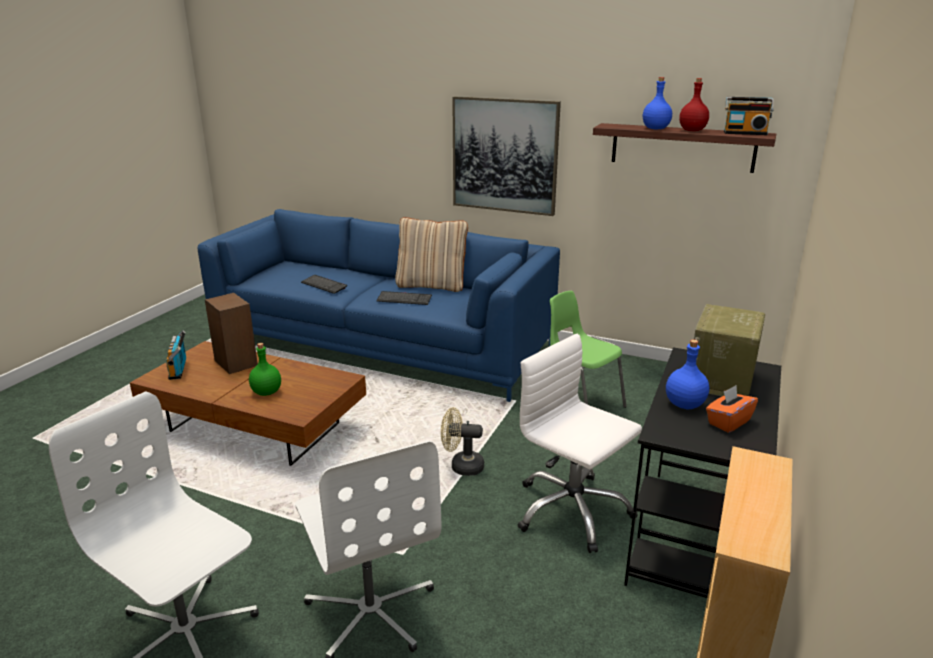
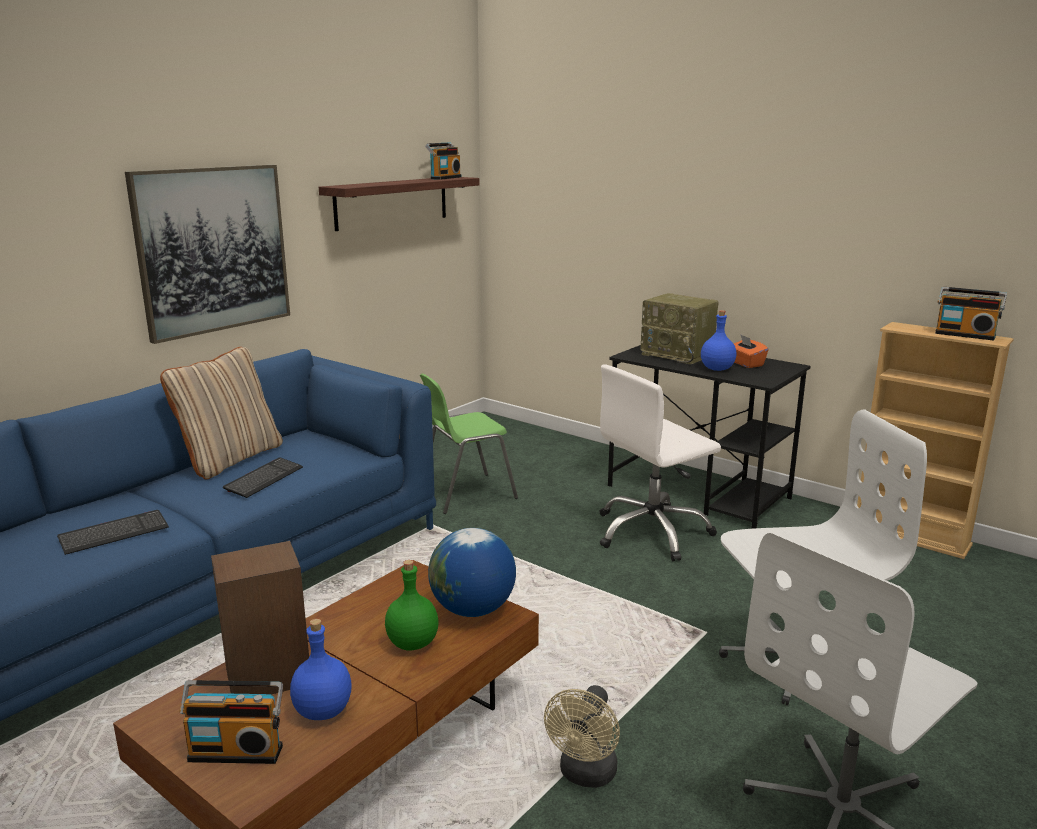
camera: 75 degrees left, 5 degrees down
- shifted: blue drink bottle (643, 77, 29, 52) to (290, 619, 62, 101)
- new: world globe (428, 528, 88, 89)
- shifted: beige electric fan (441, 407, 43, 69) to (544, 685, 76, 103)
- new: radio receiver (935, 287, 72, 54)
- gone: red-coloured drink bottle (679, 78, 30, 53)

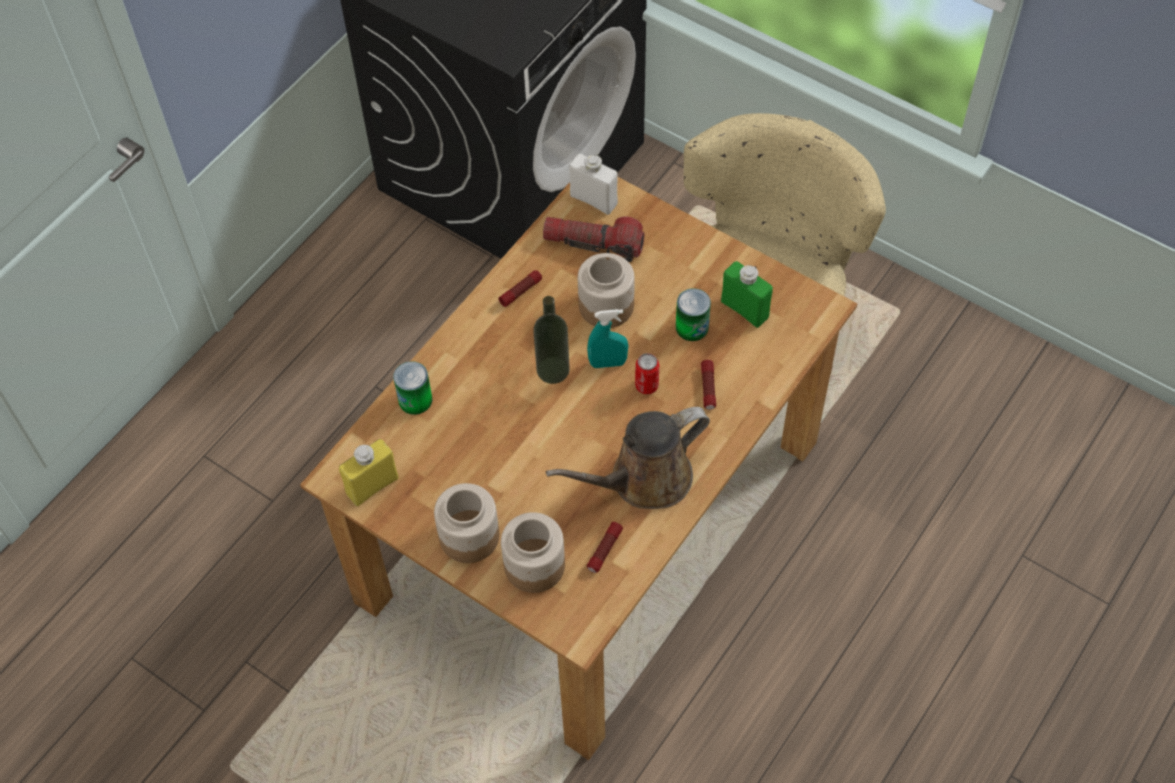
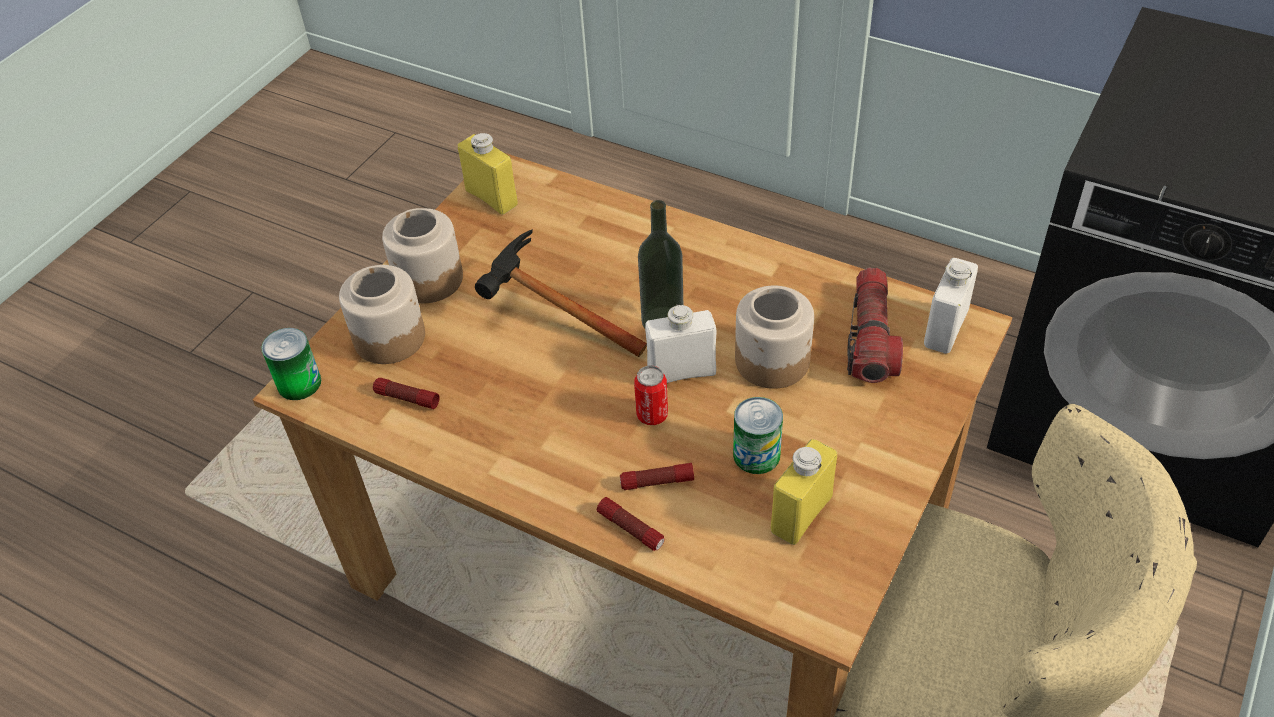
camera: 85 degrees right, 10 degrees down
- shifted: sealed can (393, 361, 39, 54) to (261, 328, 60, 72)
- new: tool hammer (475, 229, 172, 128)
- shifted: hand torch (498, 270, 44, 37) to (597, 497, 68, 54)
- swapped: turquoise hand sprayer (587, 309, 41, 59) to white-coloured drink bottle (645, 304, 71, 79)
- repainted: green drink bottle (721, 261, 52, 67) to yellow drink bottle (771, 439, 66, 106)
- gone: brownish sprinkling can (546, 407, 164, 102)

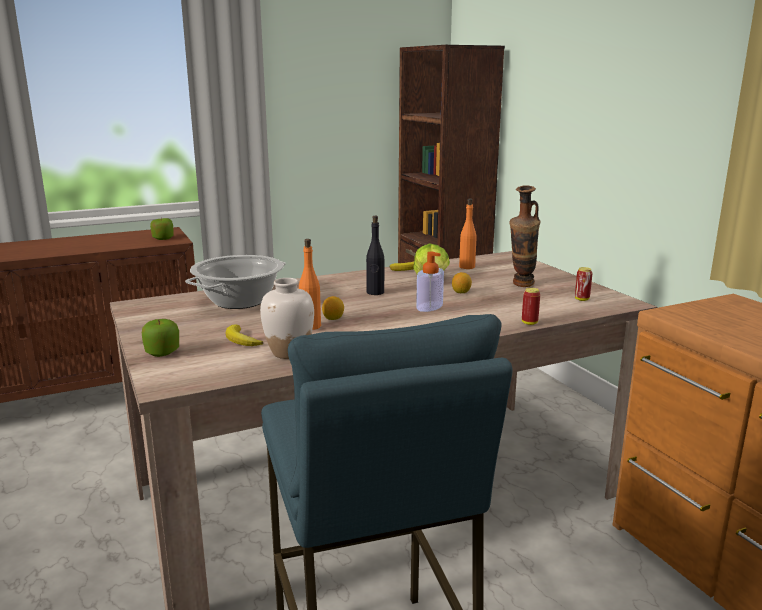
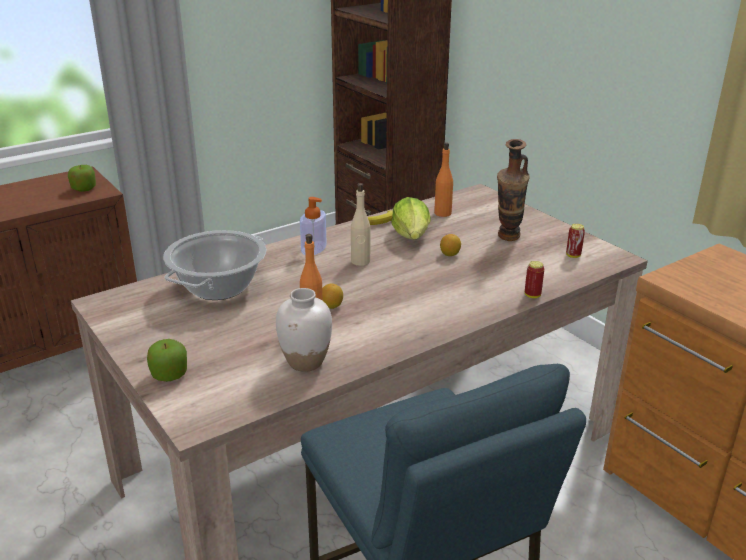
camera: 10 degrees left, 10 degrees up
- shifted: soap bottle (416, 252, 28, 60) to (300, 197, 27, 58)
- repainted: blackish drink bottle (366, 216, 18, 79) to beige drink bottle (351, 183, 19, 83)
- gone: whole banana (225, 324, 38, 22)

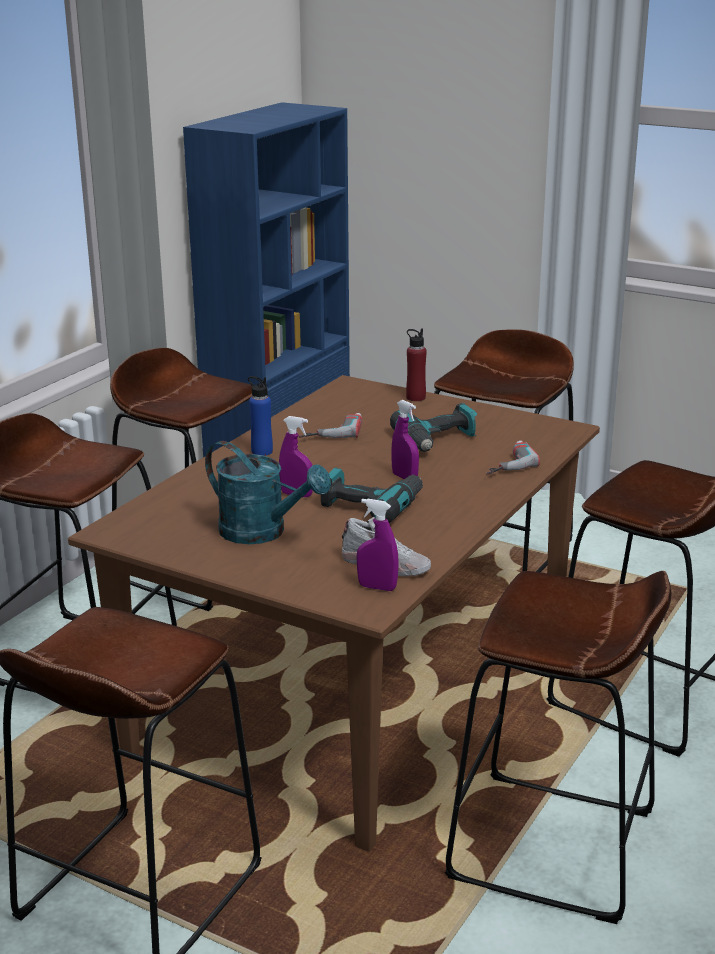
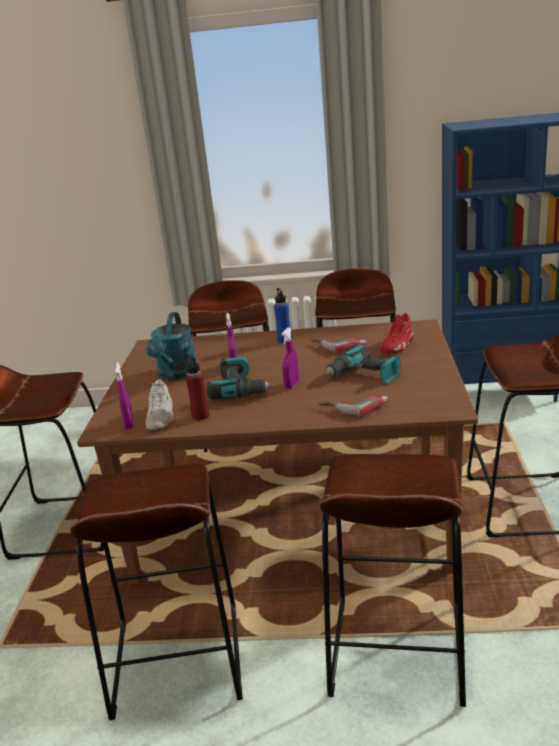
camera: 65 degrees right, 0 degrees up
- shifted: red-coloured drink bottle (406, 328, 21, 73) to (185, 355, 24, 65)
- new: red-coloured shoe (380, 313, 34, 40)

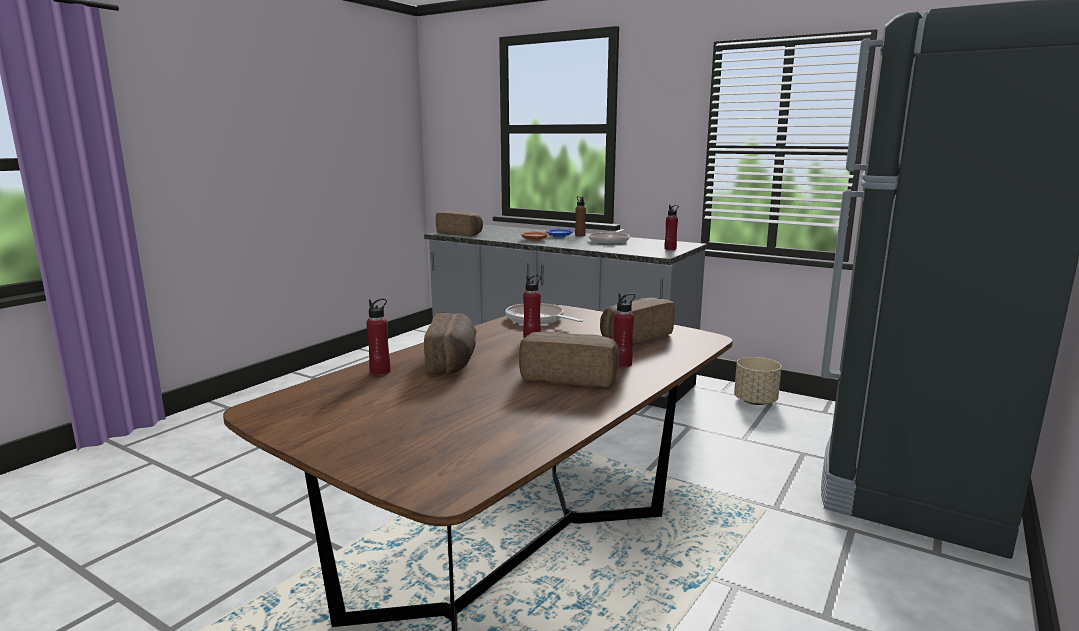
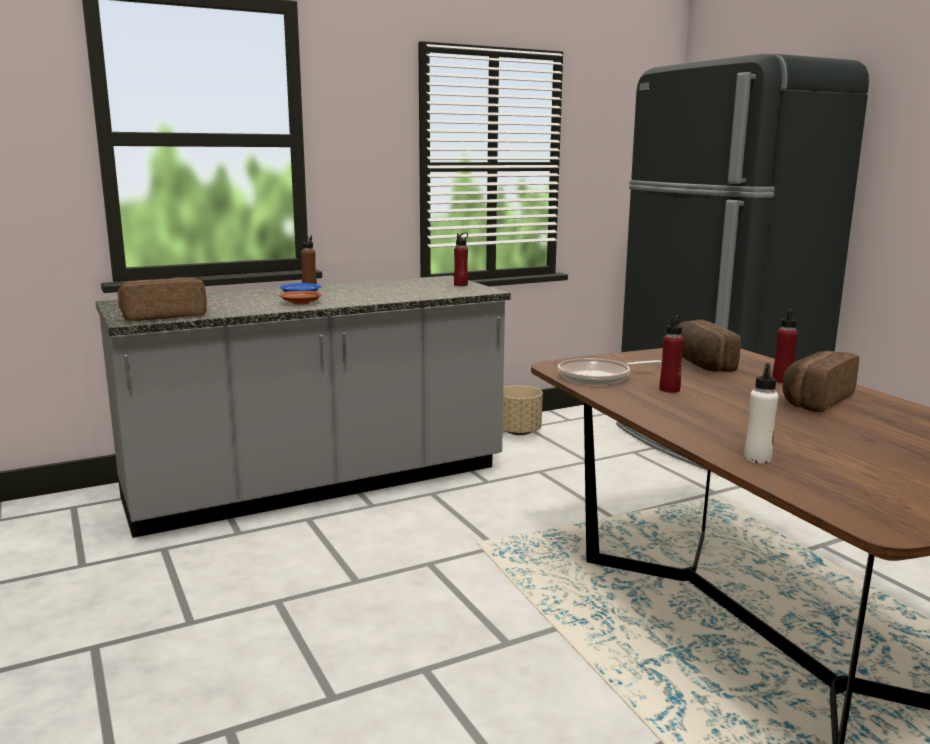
camera: 60 degrees left, 0 degrees up
- repainted: red-coloured drink bottle (366, 298, 25, 77) to white-coloured drink bottle (744, 363, 35, 100)
- gone: baked bread (424, 313, 53, 62)
- gone: pan (589, 229, 41, 15)

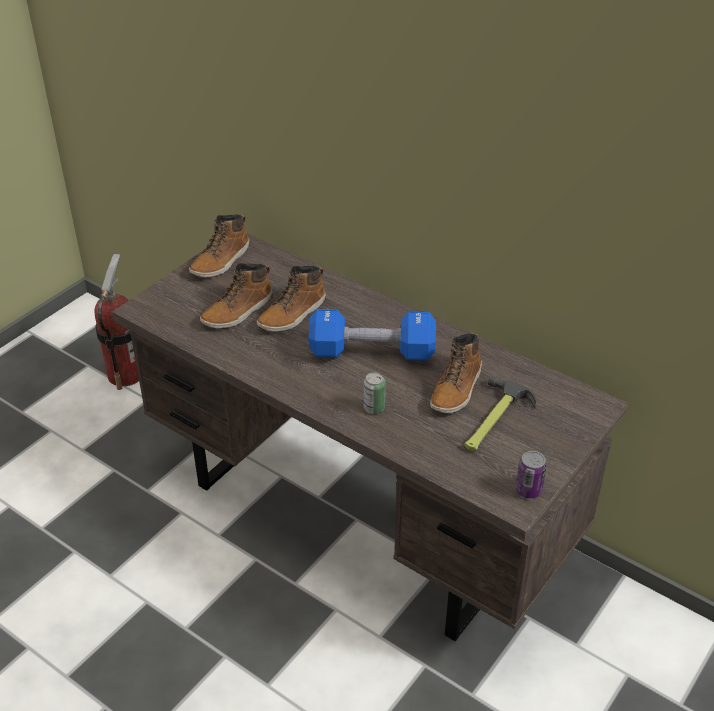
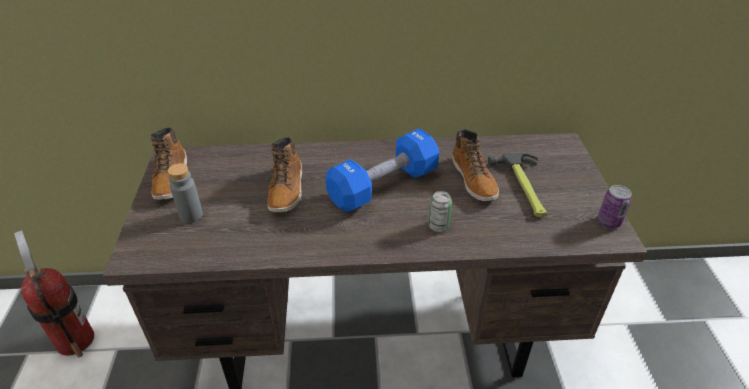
camera: 40 degrees left, 0 degrees up
- new: grey drink bottle (167, 163, 36, 60)
- gone: high-top boot (200, 263, 73, 66)

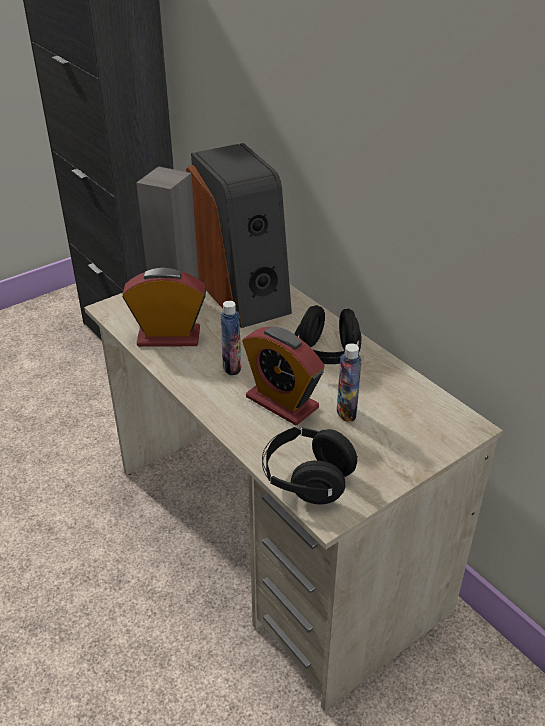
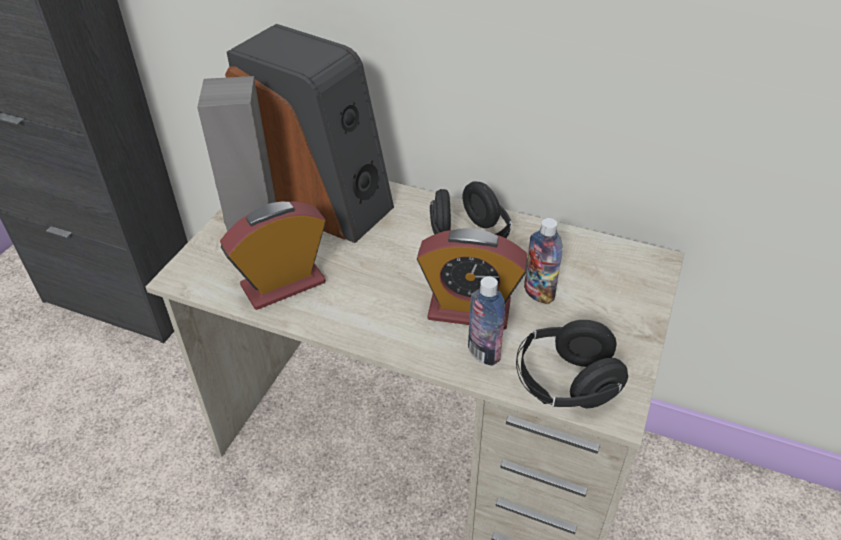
camera: 30 degrees left, 5 degrees up
- shifted: drink bottle (220, 301, 21, 75) to (468, 276, 37, 90)

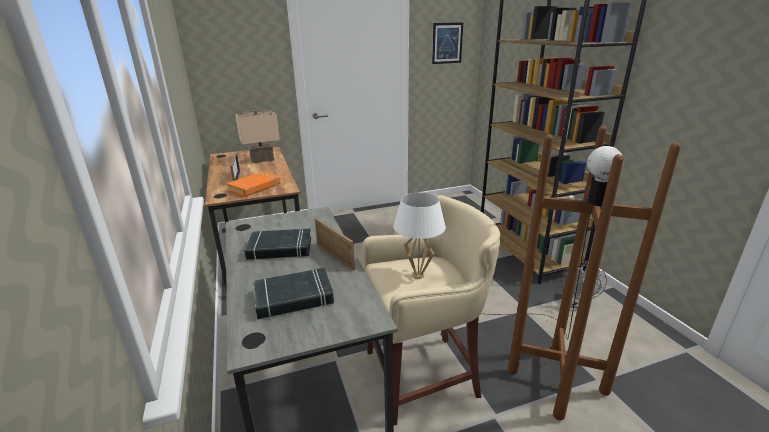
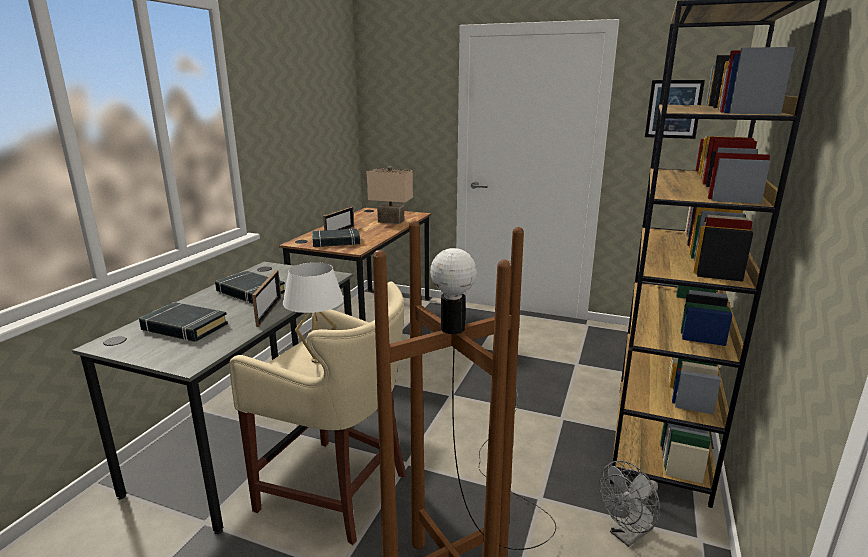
camera: 40 degrees right, 5 degrees down
- repainted: orangey bound book (226, 171, 55, 26) to blackish bound book (312, 229, 48, 18)

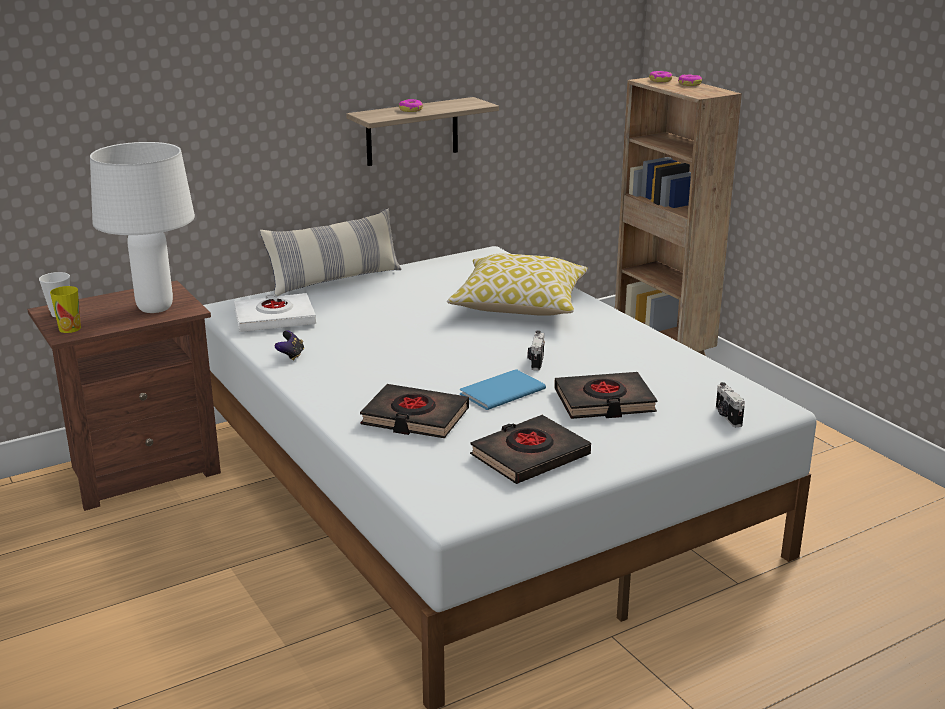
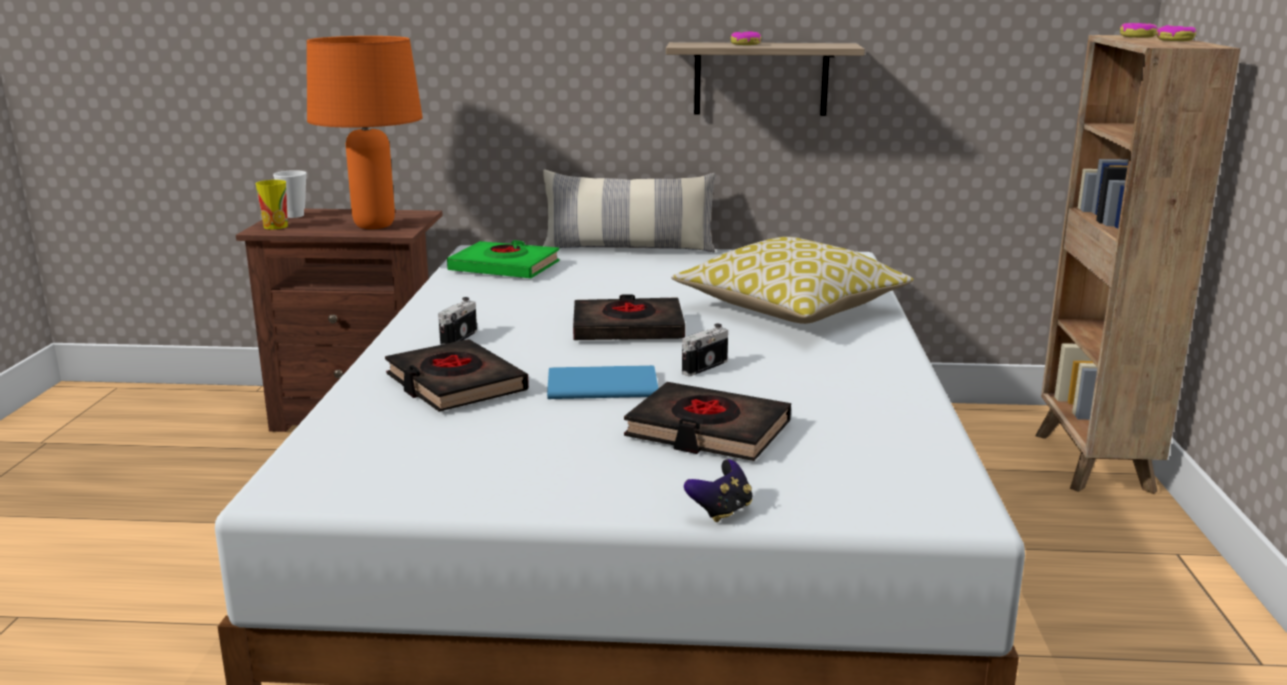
camera: 35 degrees right, 5 degrees down
- repainted: white-coloured tabletop lamp (90, 142, 105, 171) to orangey tabletop lamp (307, 36, 116, 193)
- shifted: still camera (716, 382, 29, 45) to (438, 297, 39, 48)
- repainted: white-coloured bound book (234, 293, 82, 39) to green bound book (447, 240, 112, 38)
- shifted: blackish bound book (470, 415, 121, 69) to (573, 294, 112, 46)
- shifted: game controller (275, 331, 29, 29) to (684, 459, 68, 63)

